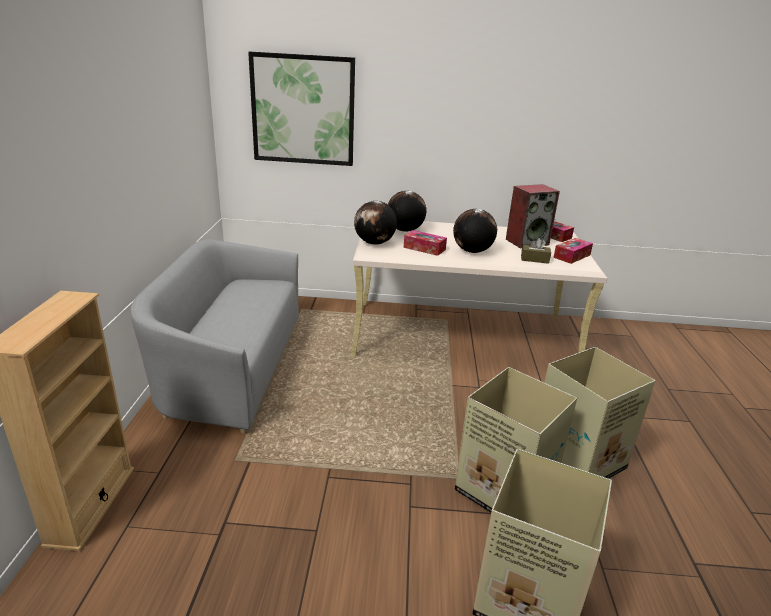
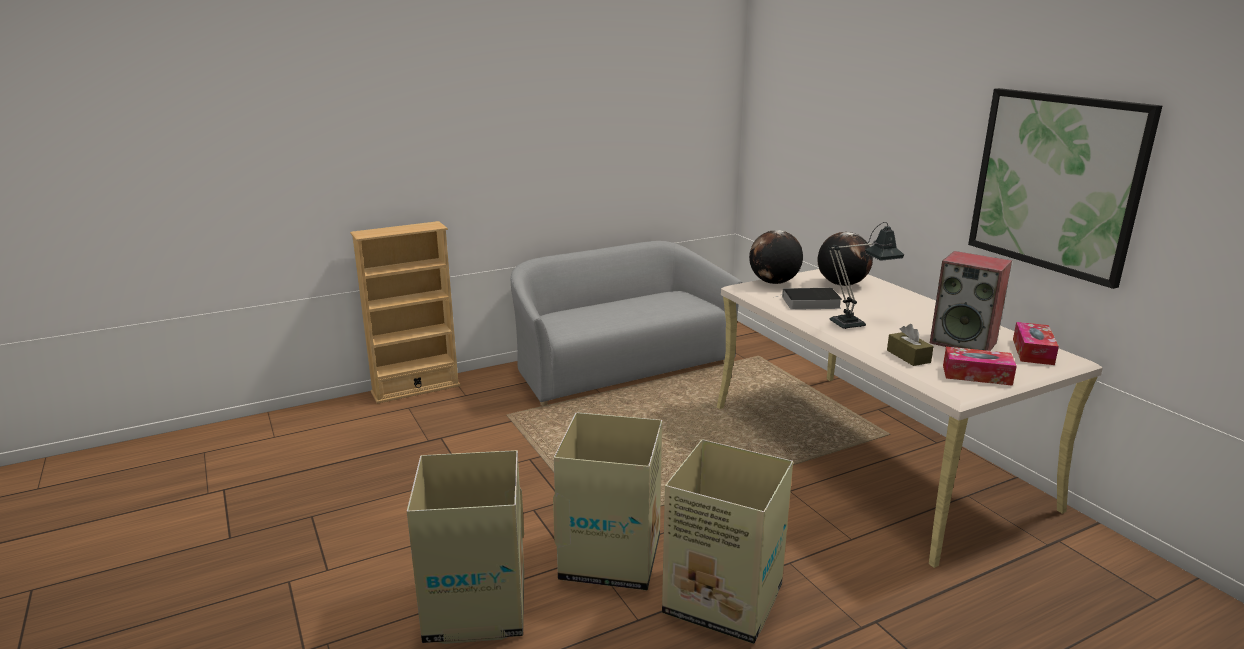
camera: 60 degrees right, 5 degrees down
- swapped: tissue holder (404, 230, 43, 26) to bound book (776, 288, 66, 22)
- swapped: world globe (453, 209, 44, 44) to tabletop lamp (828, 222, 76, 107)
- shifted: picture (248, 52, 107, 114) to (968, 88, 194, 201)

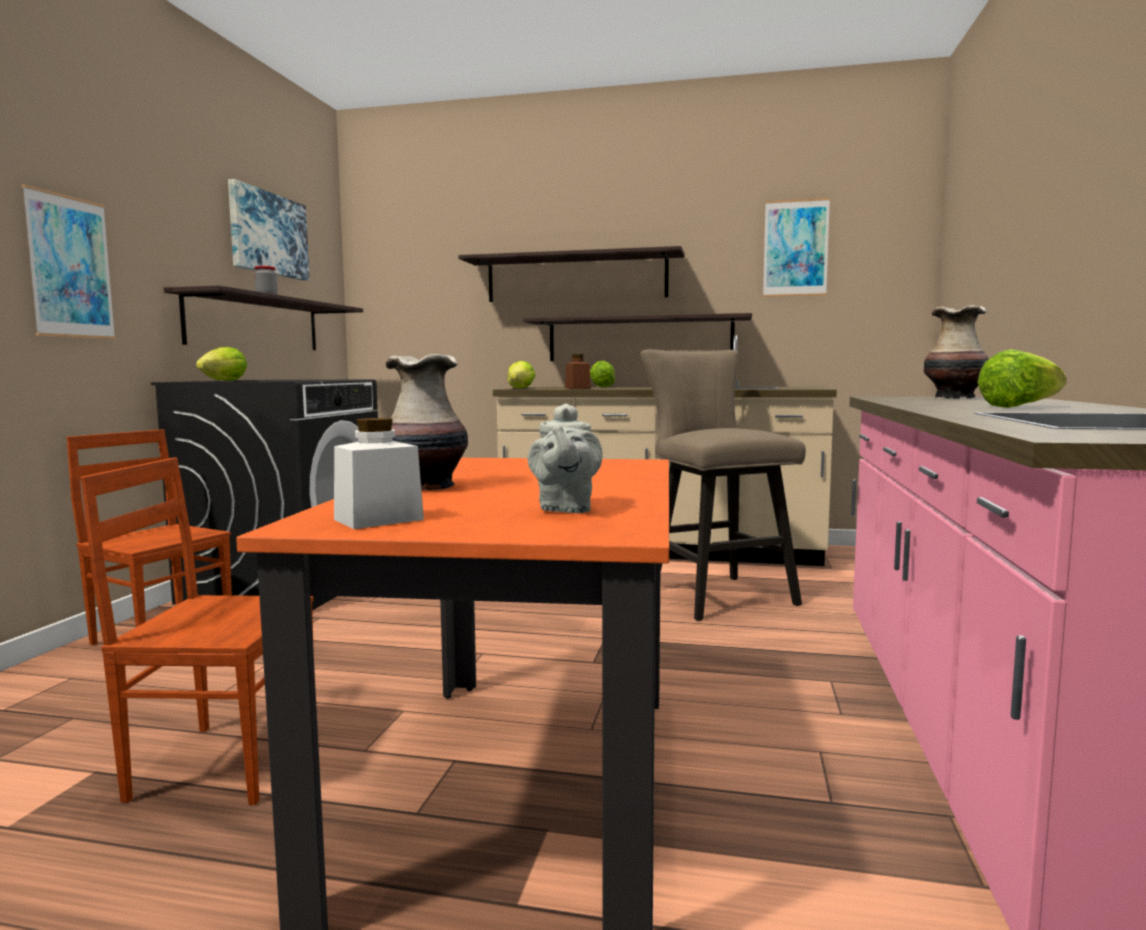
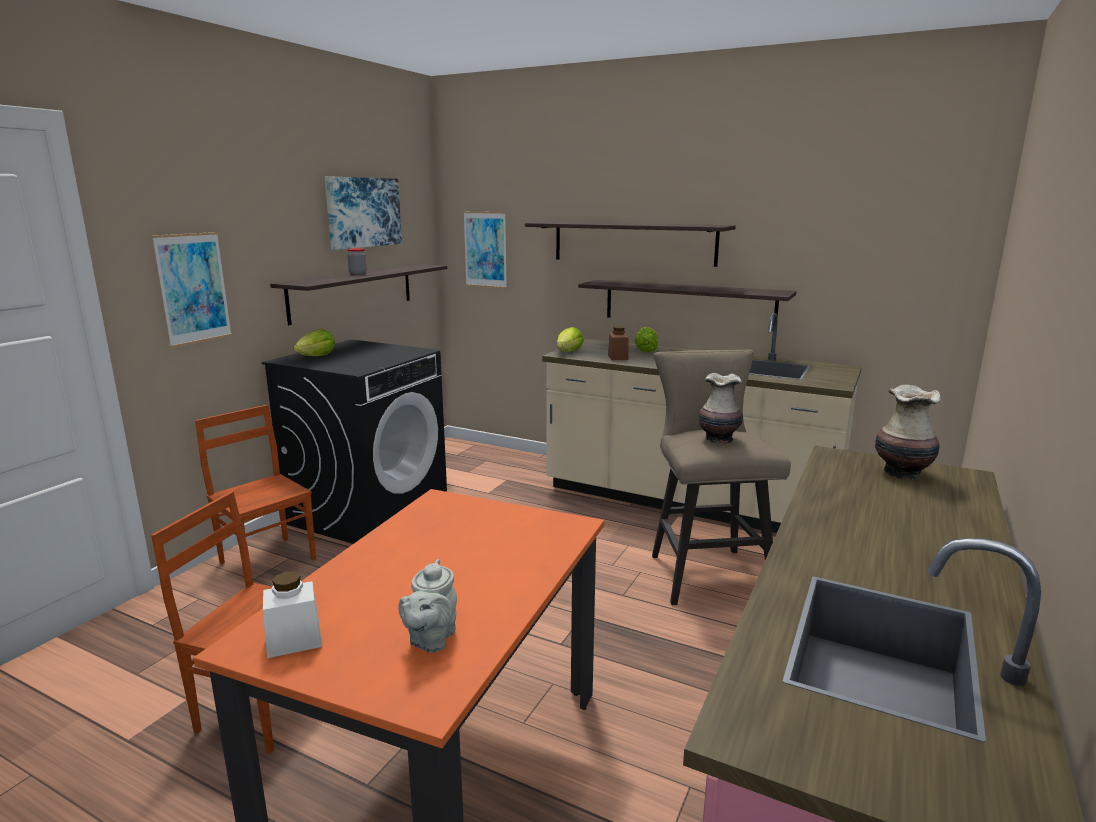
camera: 15 degrees right, 10 degrees up
- shifted: picture (763, 198, 67, 99) to (463, 212, 44, 76)
- shifted: vase (386, 354, 82, 136) to (699, 373, 44, 70)
- gone: lettuce (977, 349, 89, 59)

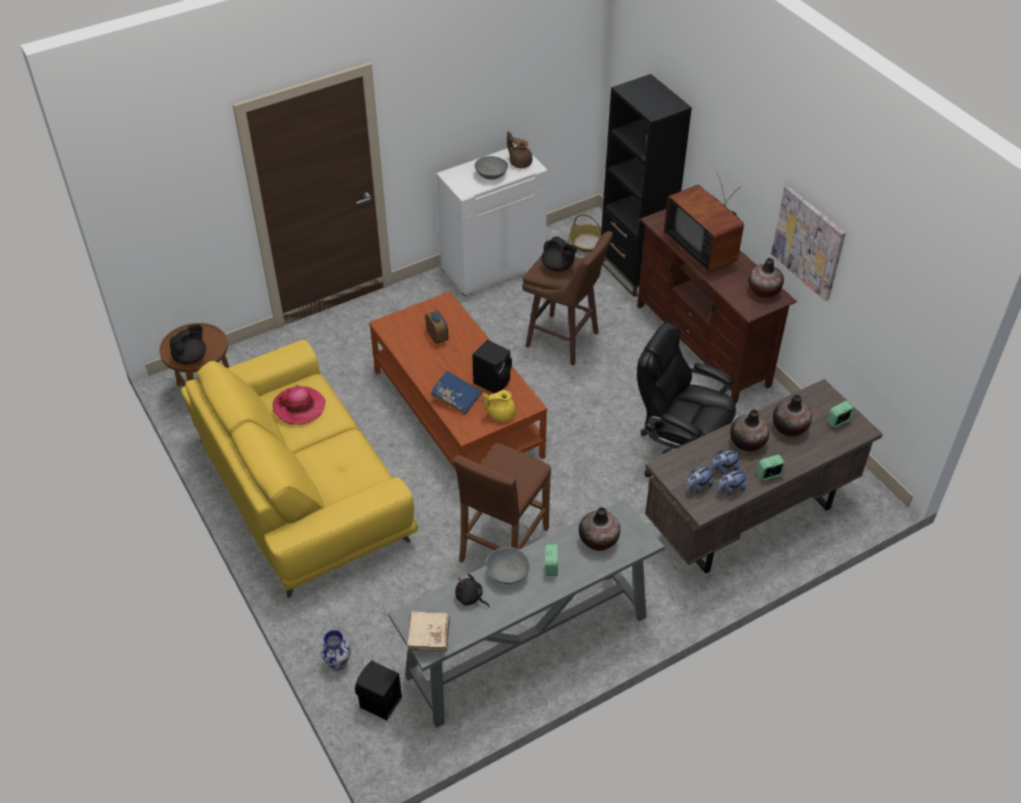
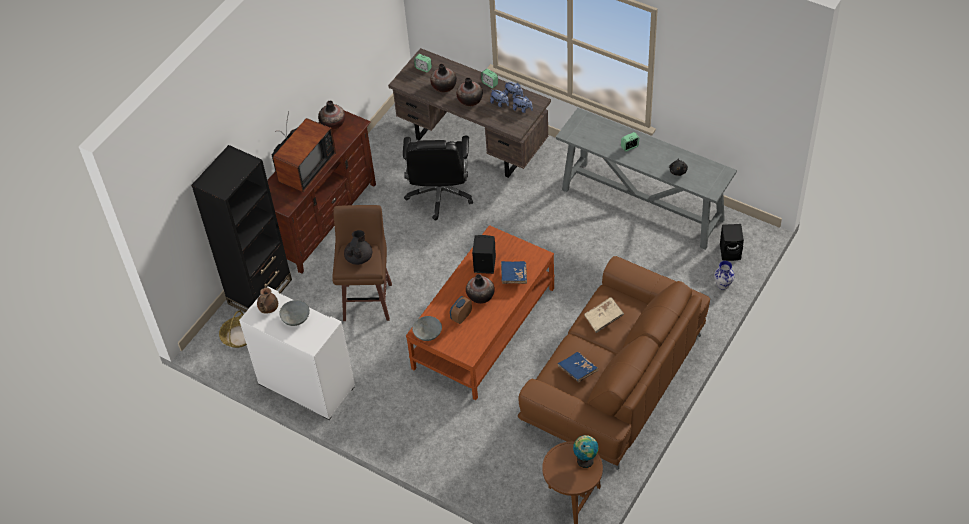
camera: 115 degrees left, 5 degrees up
- shifted: grey serving bowl (486, 547, 44, 37) to (412, 316, 30, 25)
- shifted: vase (579, 507, 41, 44) to (466, 274, 29, 30)
- repainted: yellow couch (181, 340, 237, 258) to brownish couch (518, 256, 192, 214)
- swapped: wearable hat (273, 385, 52, 40) to blue bound book (558, 352, 40, 30)
- swapped: blackish teapot (170, 325, 36, 39) to world globe (573, 435, 25, 33)
- shifted: beige bound book (407, 611, 43, 41) to (584, 297, 40, 36)
- gone: brownish stool seat (454, 443, 97, 120)
- gone: yellow teapot (483, 390, 33, 32)
- gone: picture (771, 186, 75, 115)

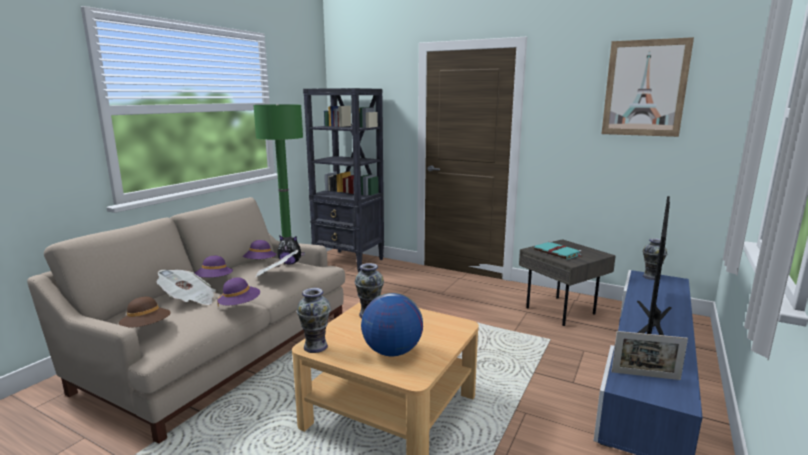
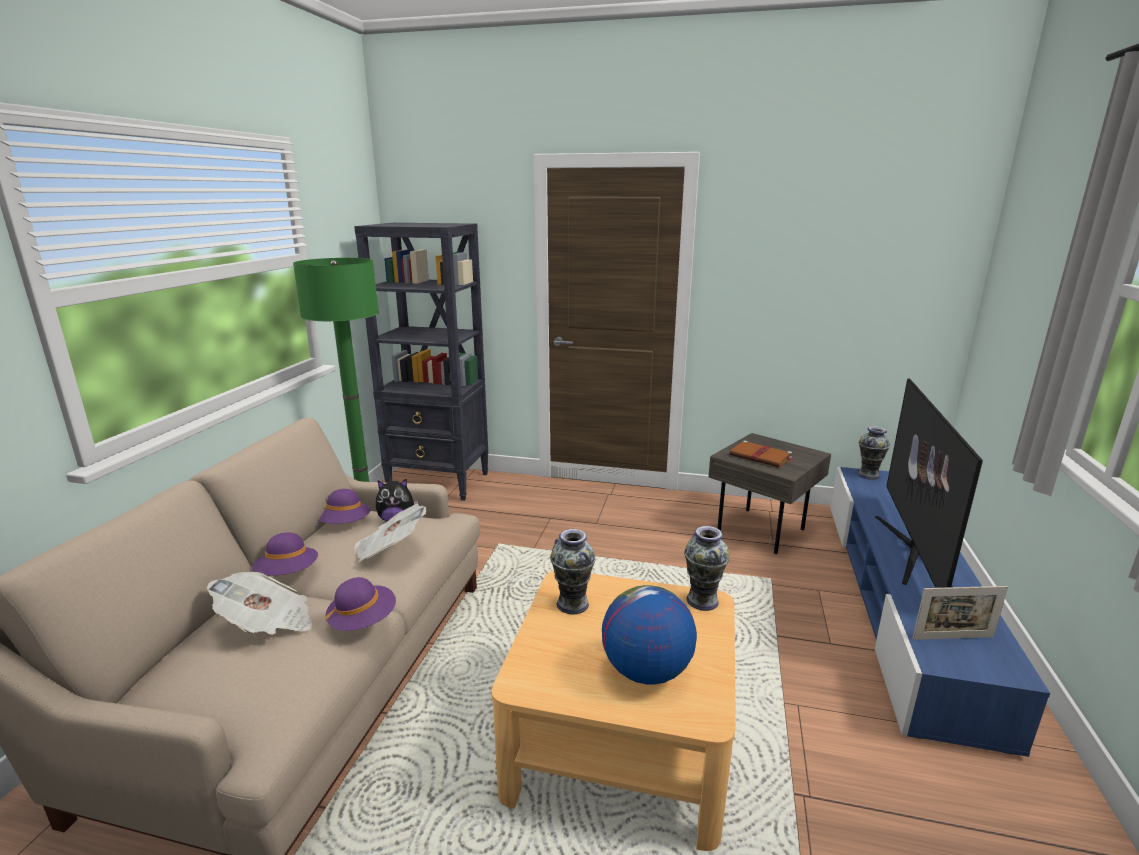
camera: 15 degrees left, 5 degrees up
- shifted: vase (297, 288, 34, 65) to (684, 526, 46, 85)
- repainted: turquoise bound book (534, 241, 48, 18) to brownish bound book (729, 440, 64, 28)
- gone: brownish wearable hat (119, 297, 52, 31)
- gone: picture (602, 37, 92, 100)

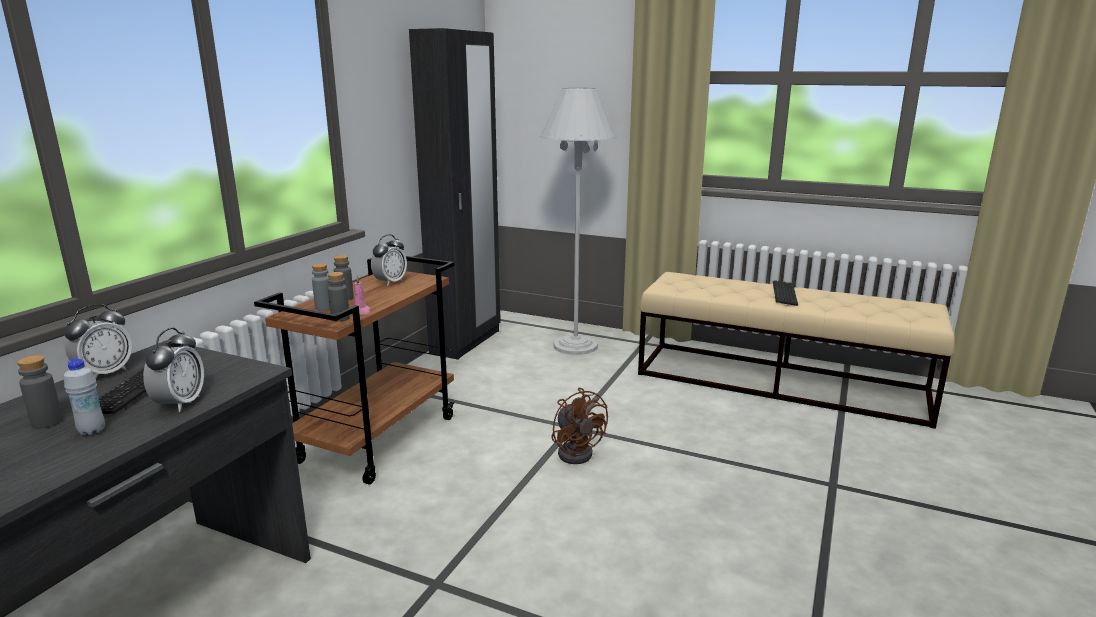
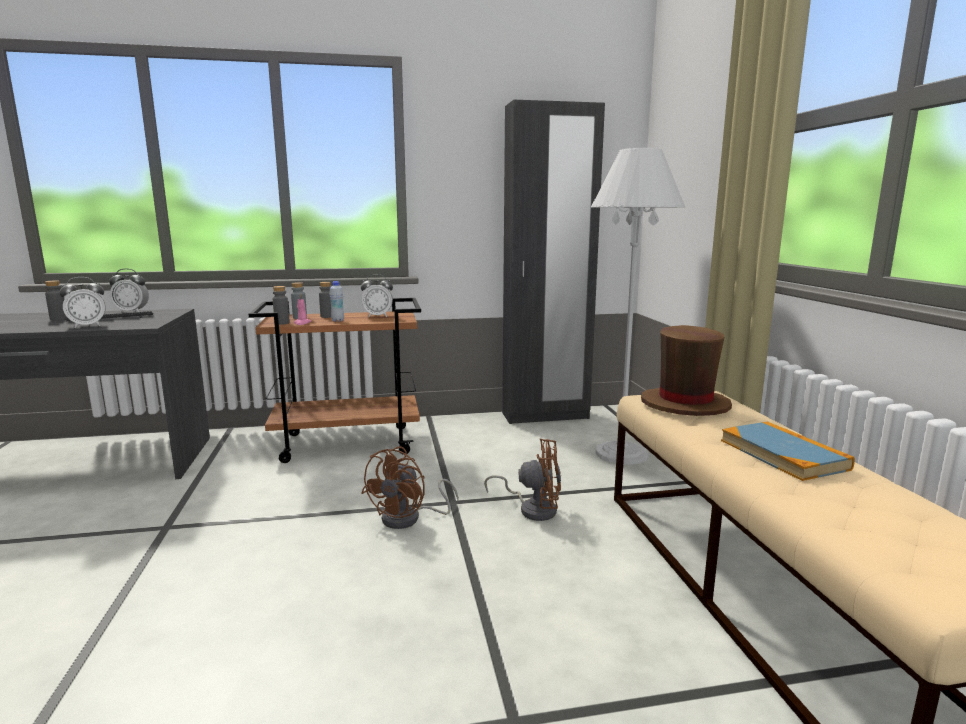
camera: 55 degrees right, 5 degrees down
- shifted: white-coloured drink bottle (64, 358, 41, 78) to (329, 281, 15, 41)
- new: brownish electric fan (484, 438, 77, 83)
- new: brownish wearable hat (641, 325, 91, 91)
- swapped: computer keyboard (773, 280, 25, 26) to bound book (721, 421, 134, 60)

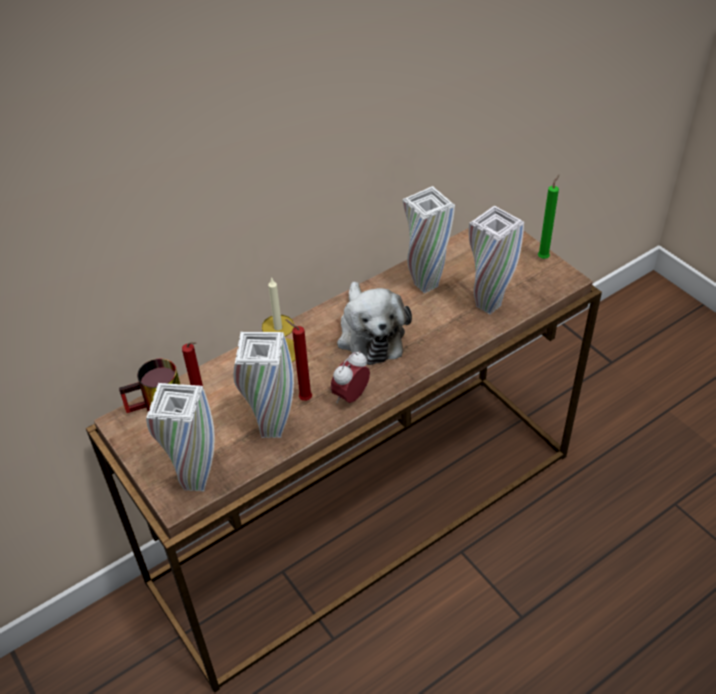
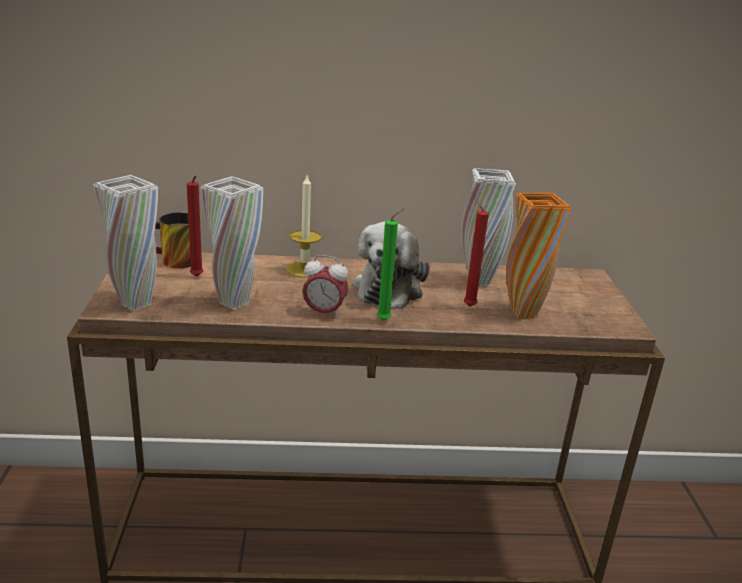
camera: 30 degrees right, 20 degrees down
- rotated: bedside clock (331, 351, 39, 52) = (302, 255, 46, 63) 150 degrees counterclockwise
- shifted: green candle (538, 175, 21, 84) to (377, 209, 27, 112)
- shifted: red-coloured candle (285, 319, 27, 82) to (464, 197, 25, 110)
- repainted: white-coloured vase (469, 206, 55, 109) to orangey vase (506, 193, 66, 126)

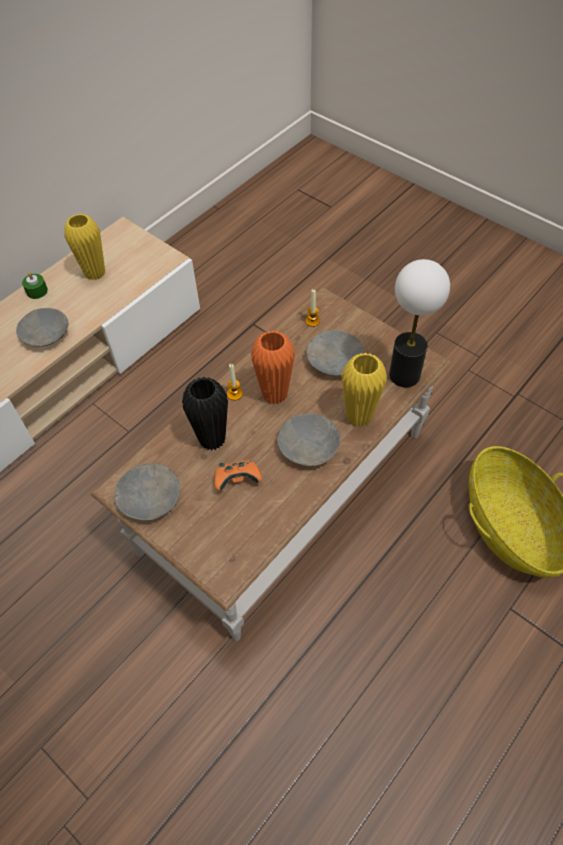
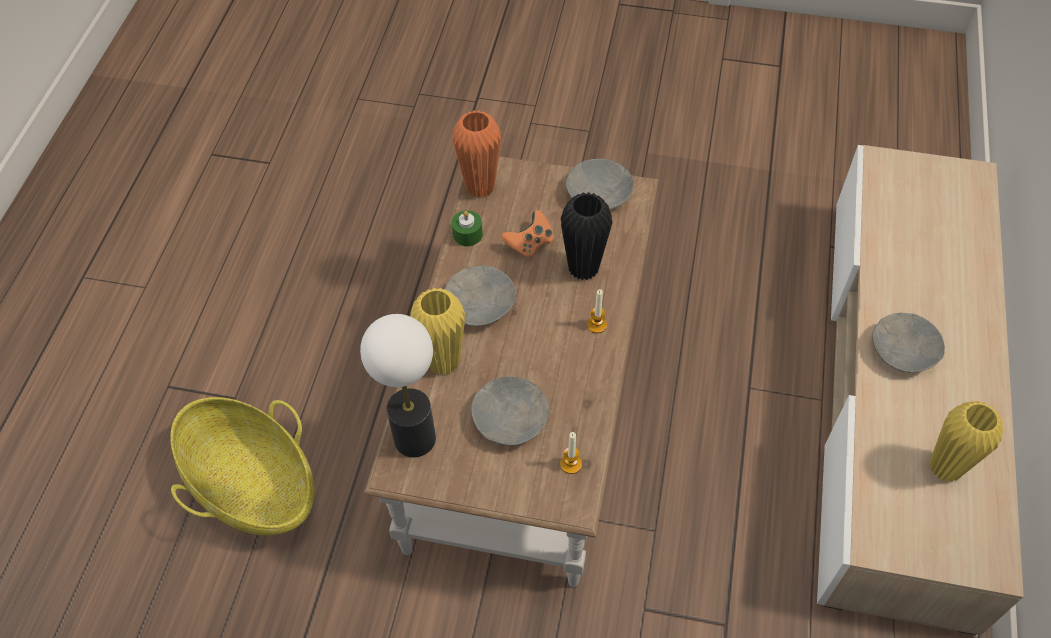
camera: 150 degrees right, 0 degrees up
- shifted: orangey vase (251, 330, 44, 75) to (452, 110, 49, 88)
- shifted: green candle (22, 272, 26, 27) to (452, 210, 31, 36)

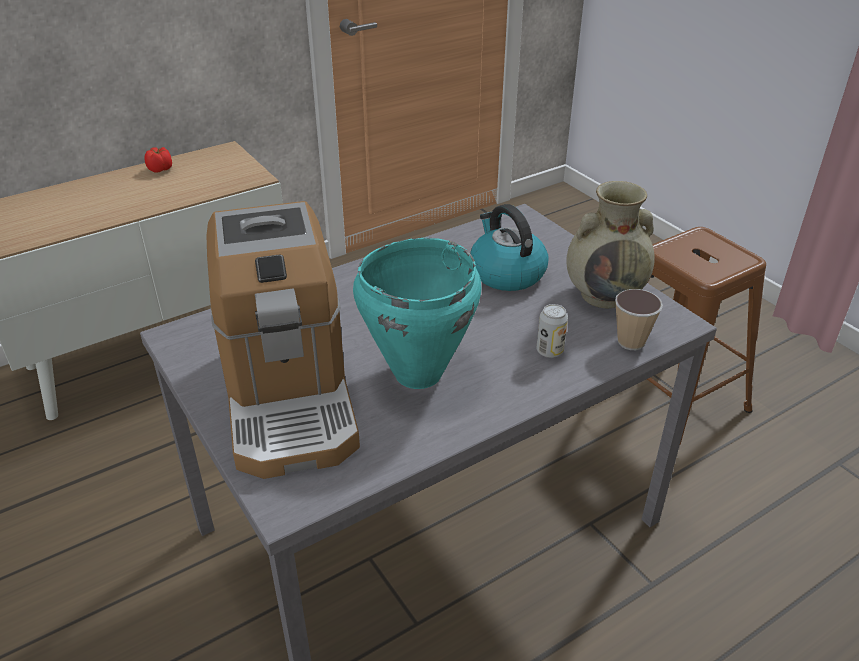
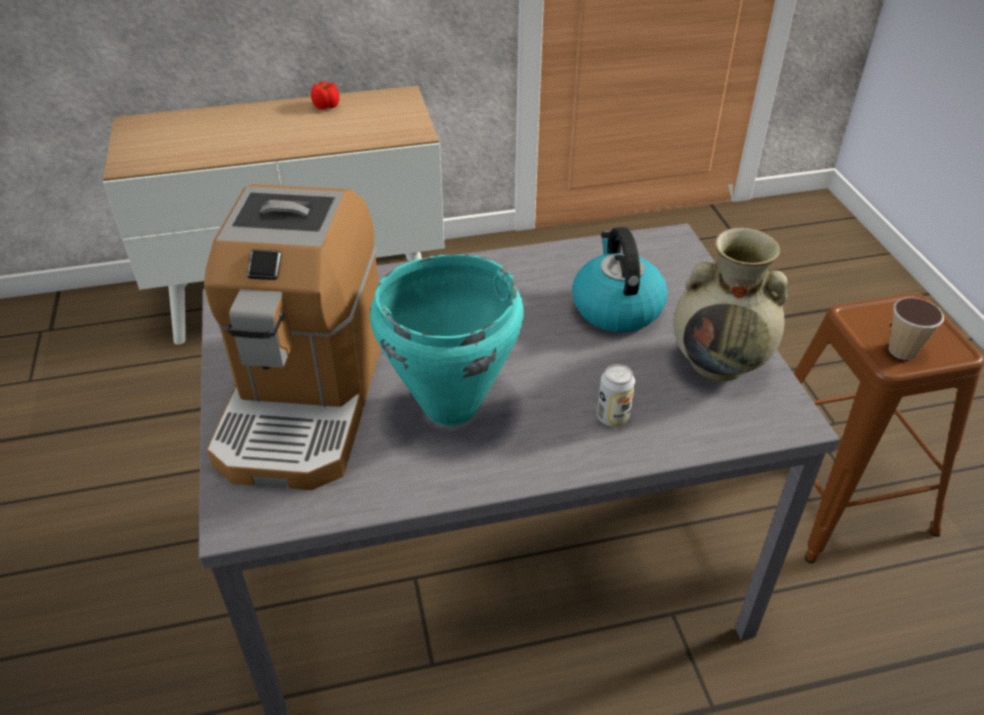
camera: 20 degrees right, 5 degrees up
- shifted: drinking cup (615, 289, 48, 61) to (888, 298, 56, 62)

